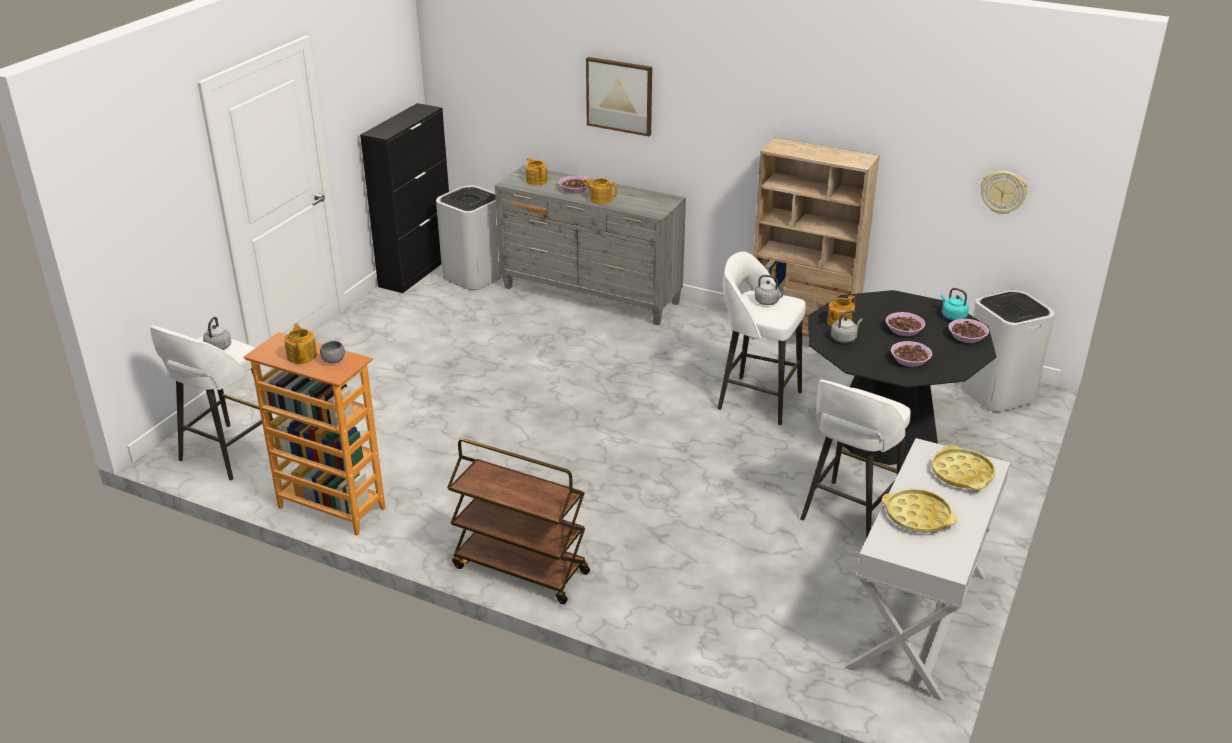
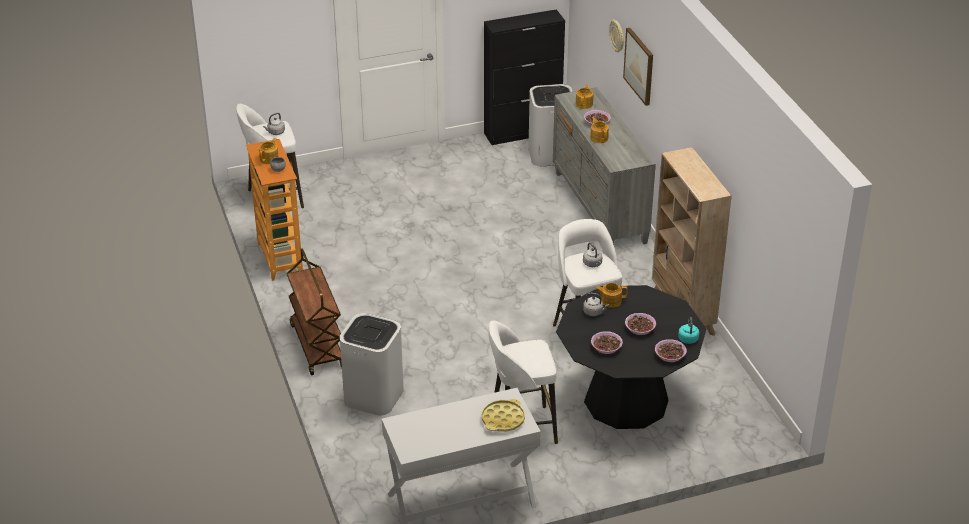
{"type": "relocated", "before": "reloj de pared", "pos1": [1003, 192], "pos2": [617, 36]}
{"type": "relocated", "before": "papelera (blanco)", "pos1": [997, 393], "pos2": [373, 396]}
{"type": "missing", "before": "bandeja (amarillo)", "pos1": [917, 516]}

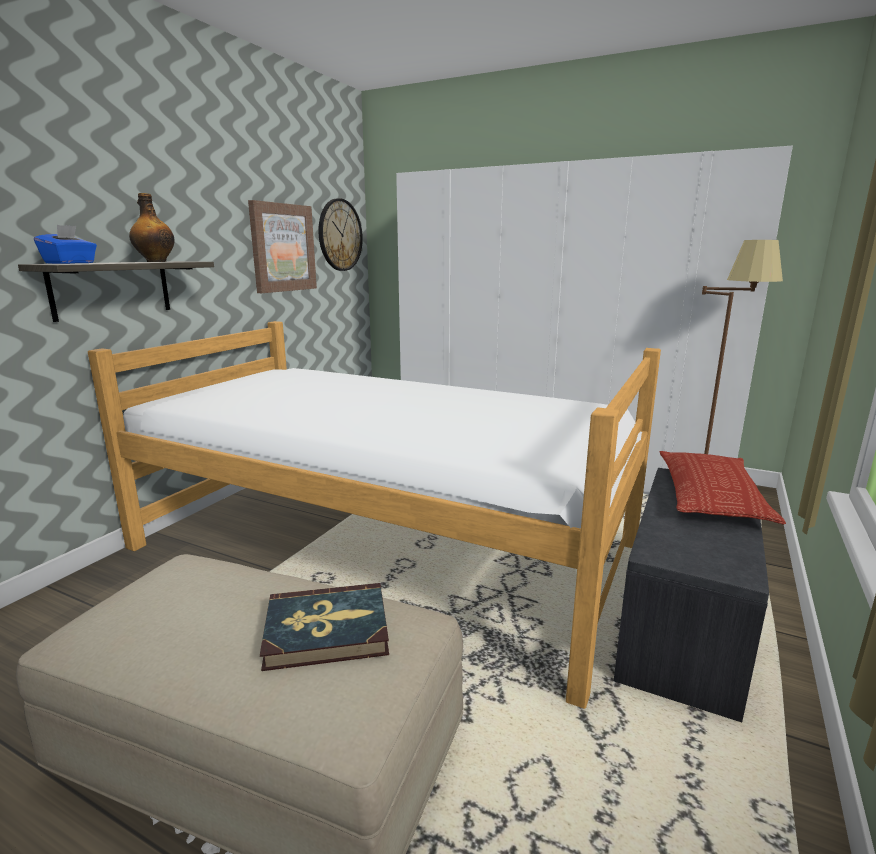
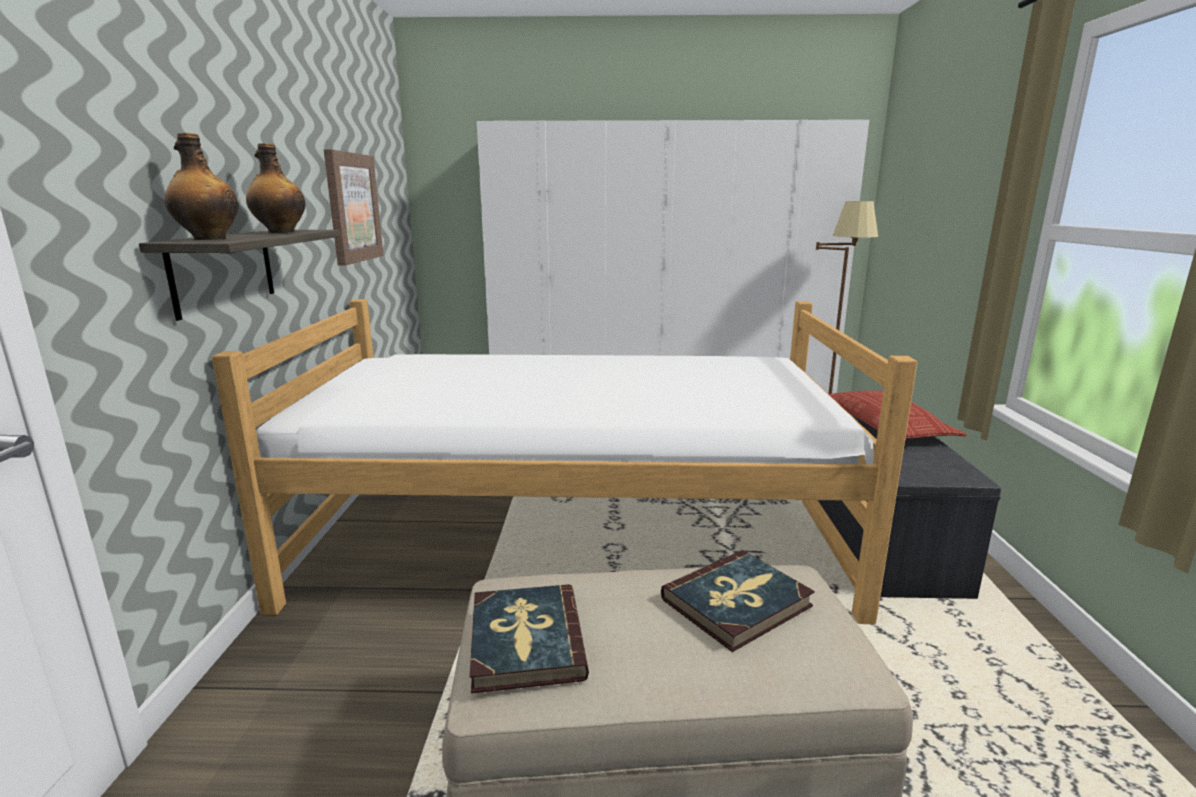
{"type": "missing", "before": "reloj de pared", "pos1": [340, 235]}
{"type": "exchanged", "before": "caja de pañuelos (azul)", "after": "botella", "pos1": [70, 263], "pos2": [208, 239]}
{"type": "appeared", "after": "libro", "pos2": [525, 641]}

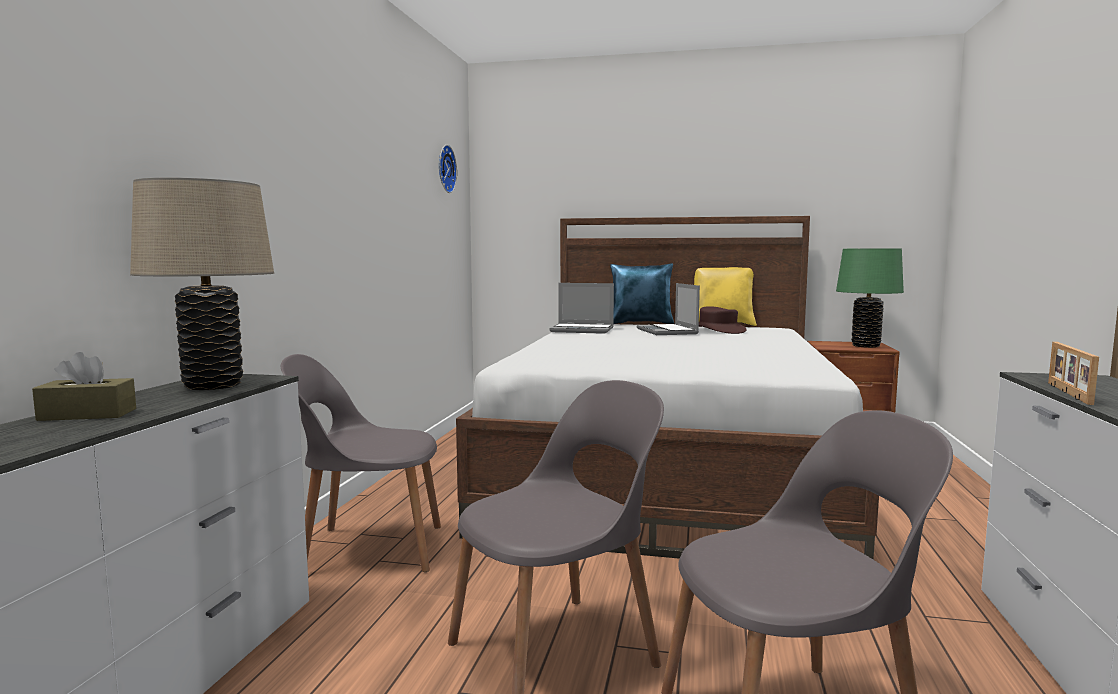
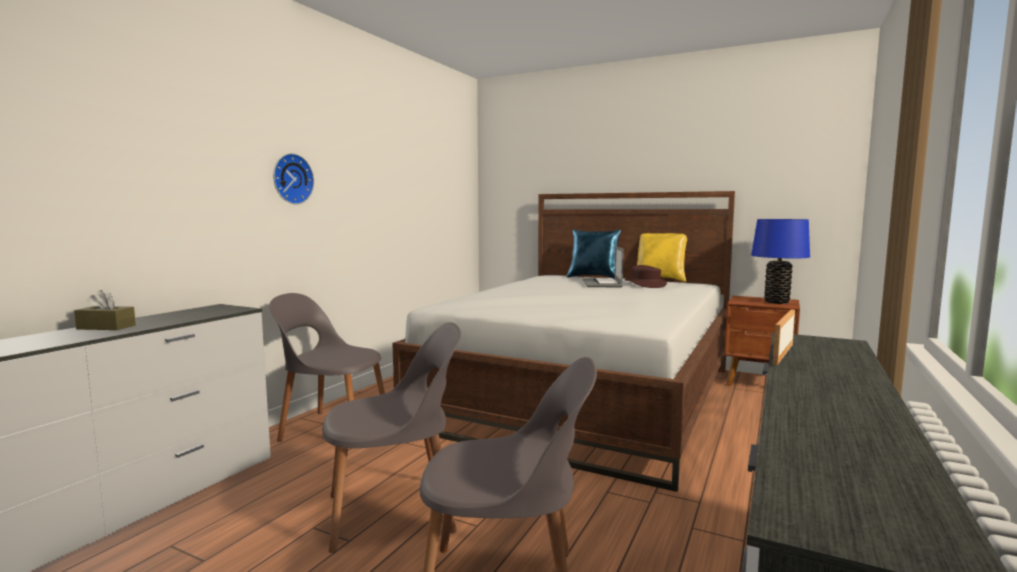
{"type": "relocated", "before": "reloj de pared", "pos1": [444, 169], "pos2": [291, 179]}
{"type": "missing", "before": "lámpara de mesa (beis)", "pos1": [213, 385]}
{"type": "colour", "before": "lámpara de mesa (verde)", "after": "lámpara de mesa (azul)", "pos1": [865, 346], "pos2": [776, 302]}
{"type": "missing", "before": "portátil", "pos1": [583, 330]}

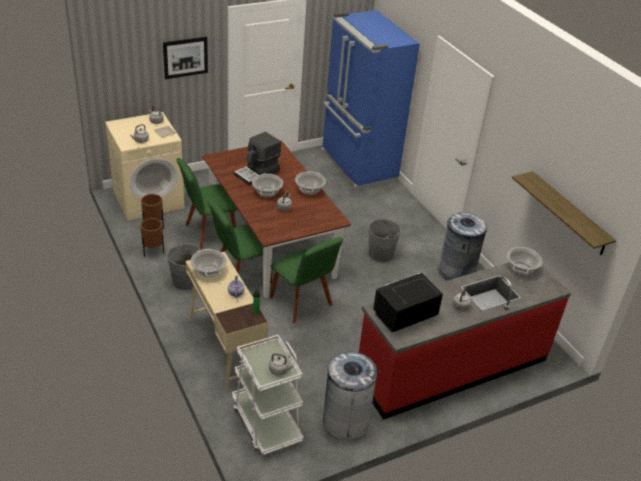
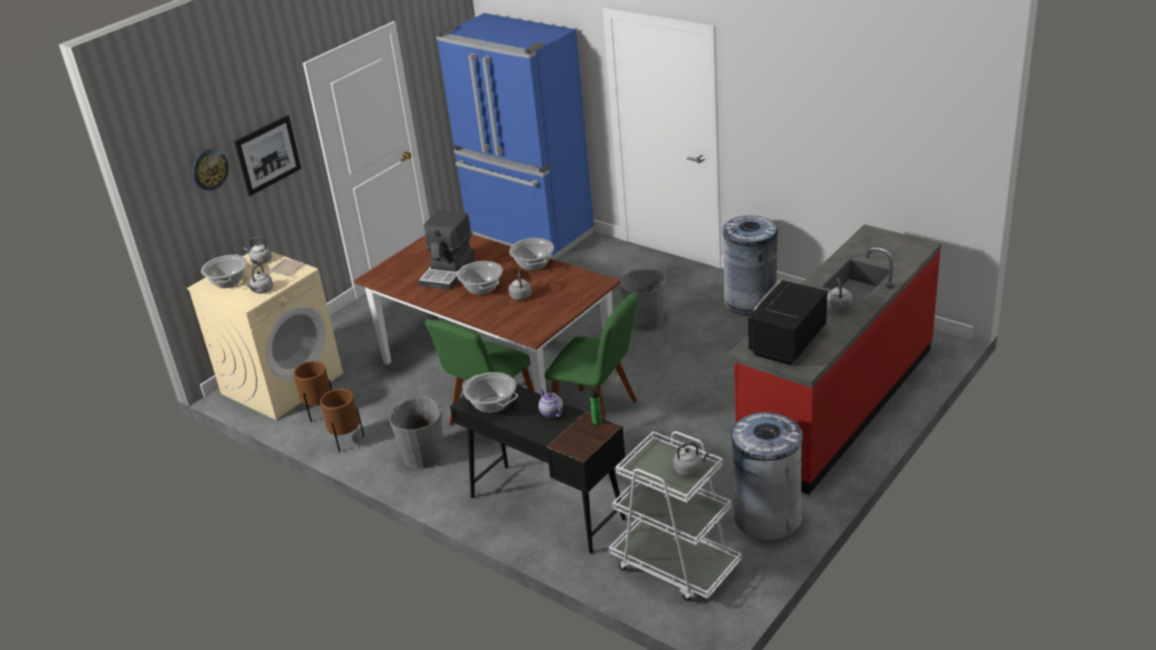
{"type": "missing", "before": "silla (verde)", "pos1": [208, 233]}
{"type": "missing", "before": "estante", "pos1": [569, 214]}
{"type": "relocated", "before": "olla", "pos1": [521, 268], "pos2": [228, 281]}
{"type": "colour", "before": "escritorio (beis)", "after": "escritorio (negro)", "pos1": [225, 347], "pos2": [546, 507]}
{"type": "appeared", "after": "reloj de pared", "pos2": [209, 169]}

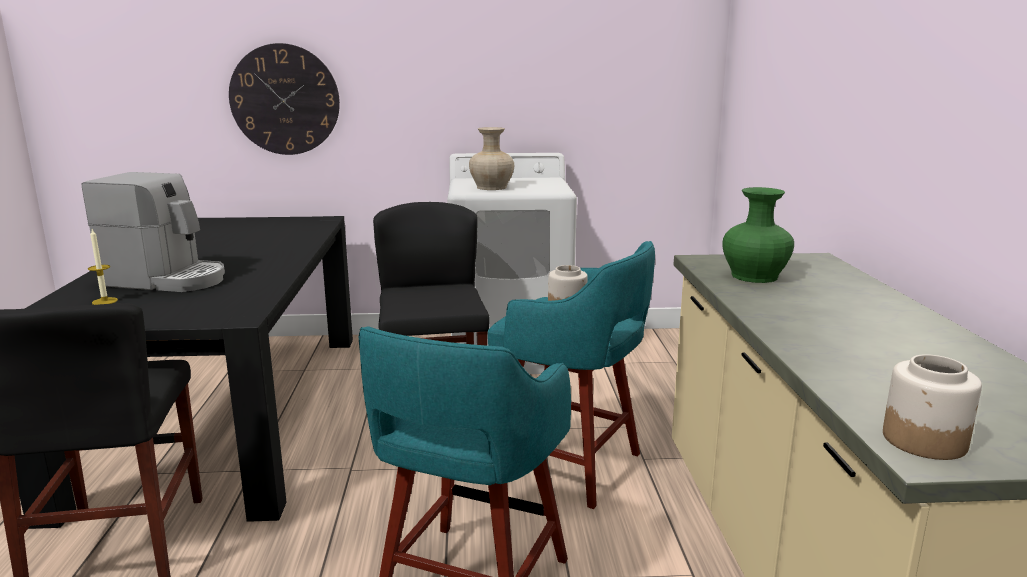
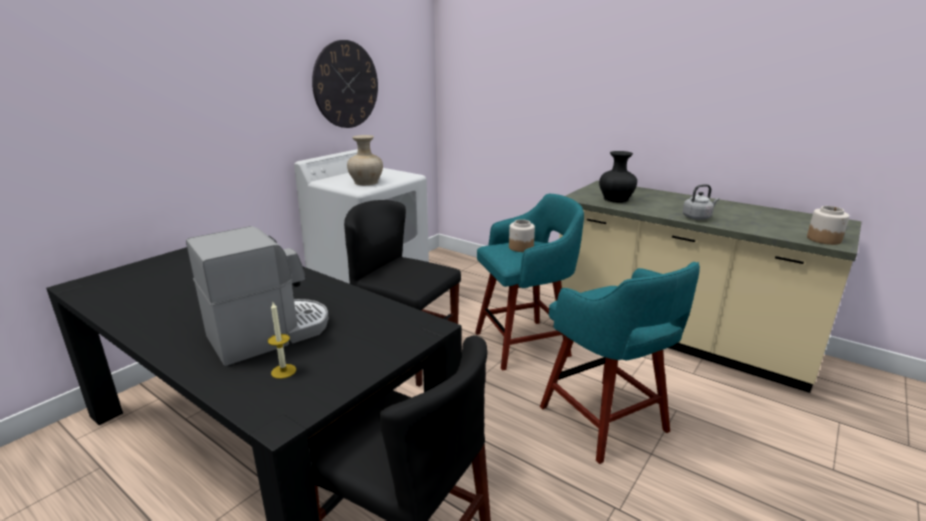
{"type": "relocated", "before": "reloj de pared", "pos1": [285, 100], "pos2": [346, 85]}
{"type": "colour", "before": "florero (verde)", "after": "florero (negro)", "pos1": [754, 276], "pos2": [615, 199]}
{"type": "appeared", "after": "hervidor (gris)", "pos2": [697, 217]}

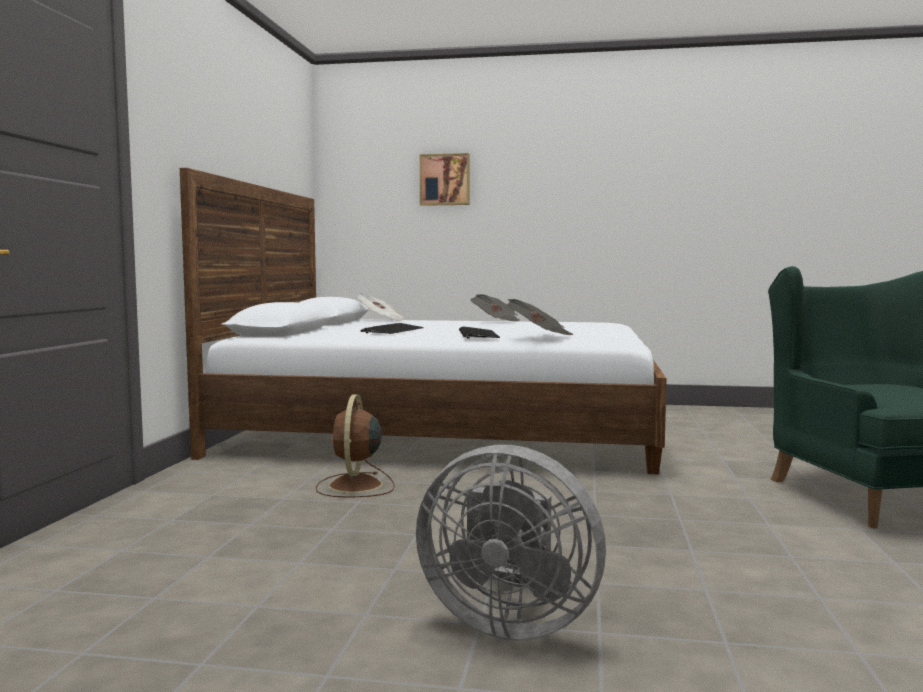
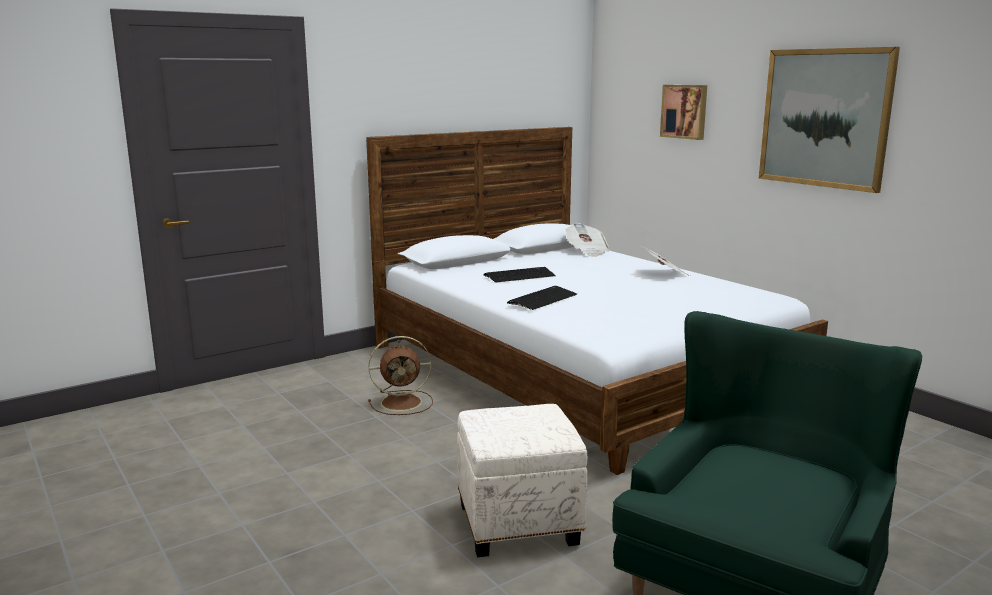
{"type": "missing", "before": "periódico", "pos1": [539, 336]}
{"type": "spun", "before": "ventilador (marrón)", "pos1": [355, 486], "pos2": [403, 402], "turn": -150}
{"type": "missing", "before": "ventilador (gris)", "pos1": [508, 622]}
{"type": "appeared", "after": "cuadro", "pos2": [824, 118]}
{"type": "appeared", "after": "puf (blanco)", "pos2": [519, 523]}

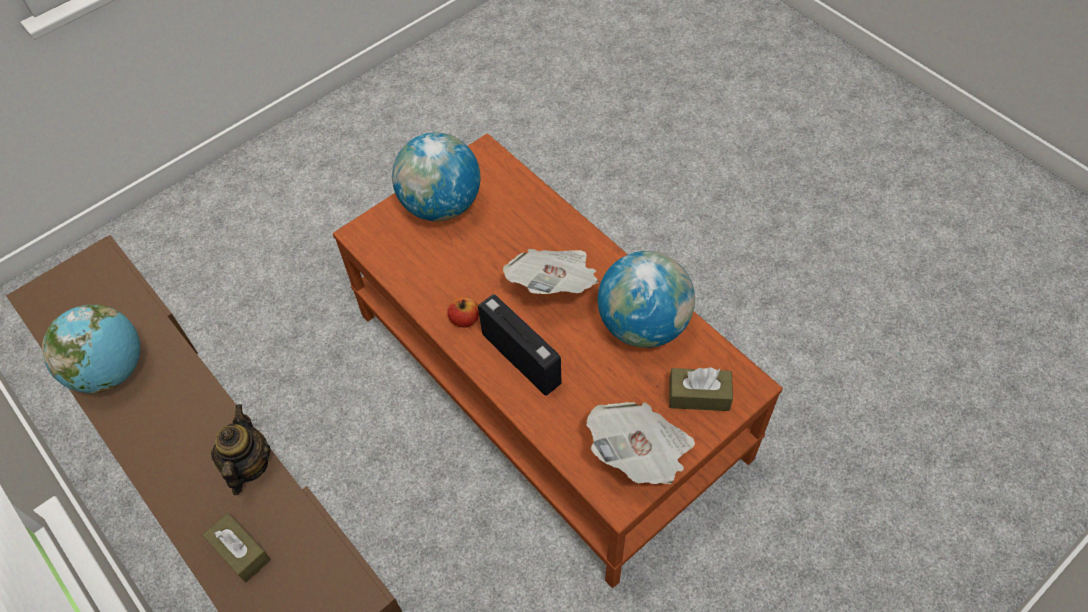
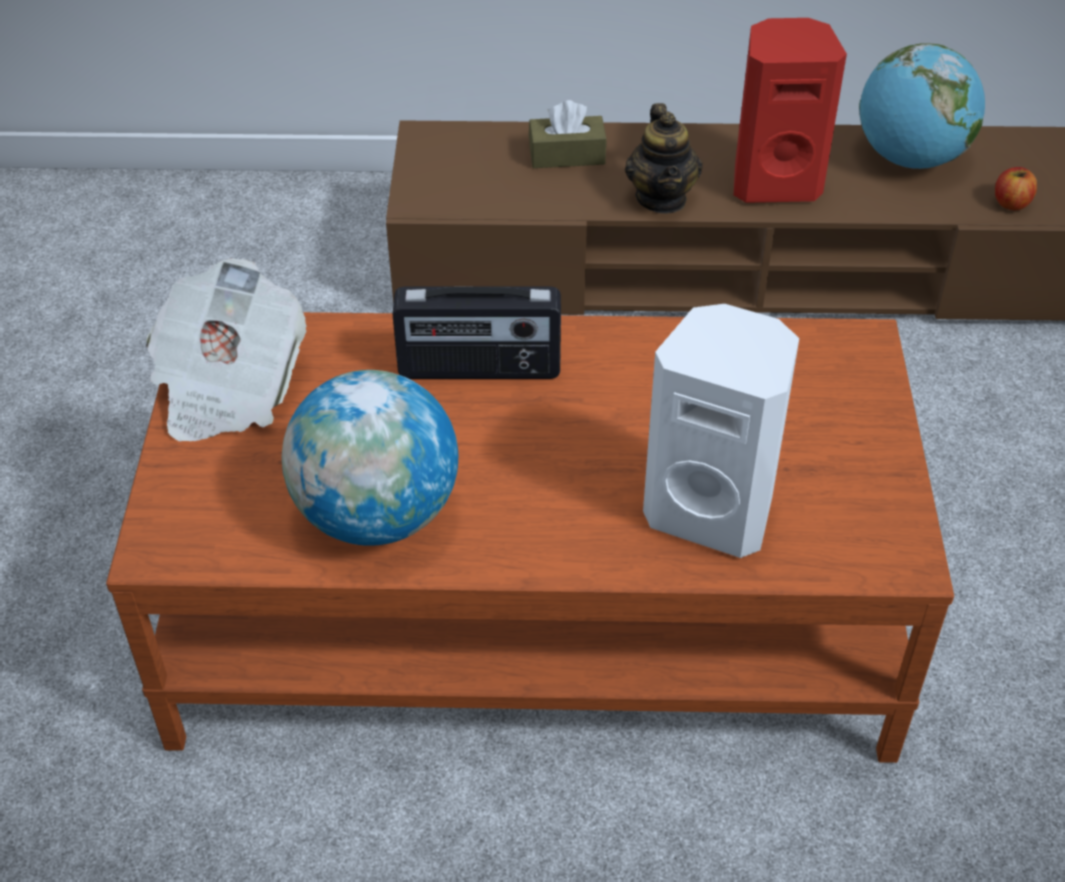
{"type": "missing", "before": "globo terráqueo", "pos1": [441, 205]}
{"type": "missing", "before": "periódico", "pos1": [554, 284]}
{"type": "relocated", "before": "manzana", "pos1": [465, 319], "pos2": [1011, 203]}
{"type": "missing", "before": "caja de pañuelos (marrón)", "pos1": [699, 395]}
{"type": "spun", "before": "tetera", "pos1": [248, 465], "pos2": [662, 198], "turn": 45}
{"type": "appeared", "after": "altavoz (rojo)", "pos2": [774, 182]}
{"type": "appeared", "after": "altavoz (blanco)", "pos2": [712, 510]}

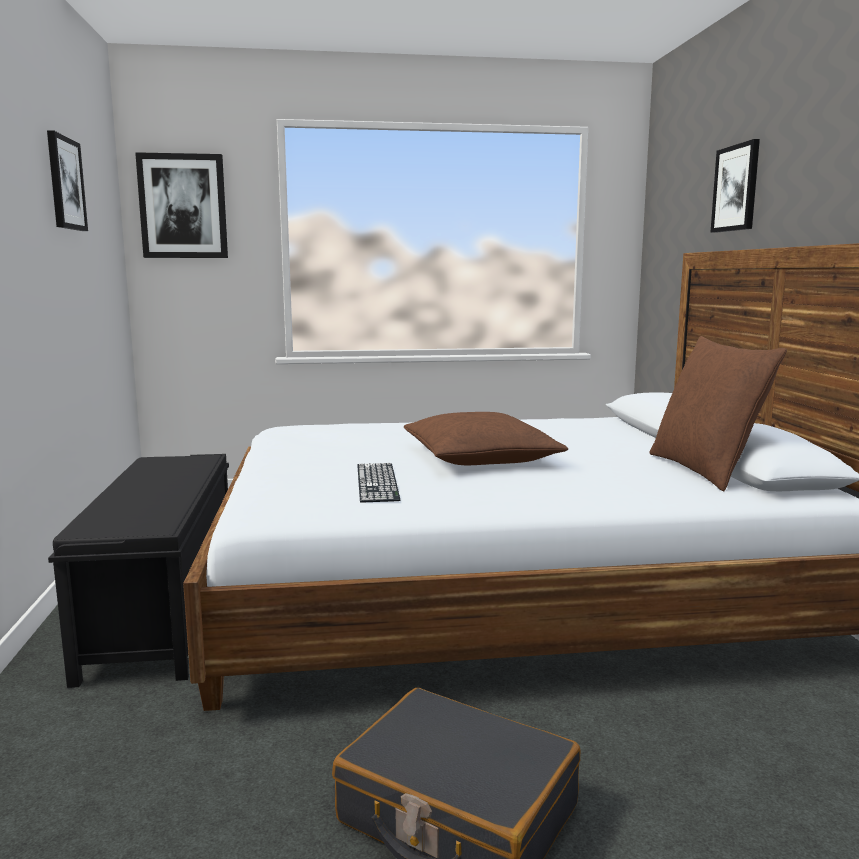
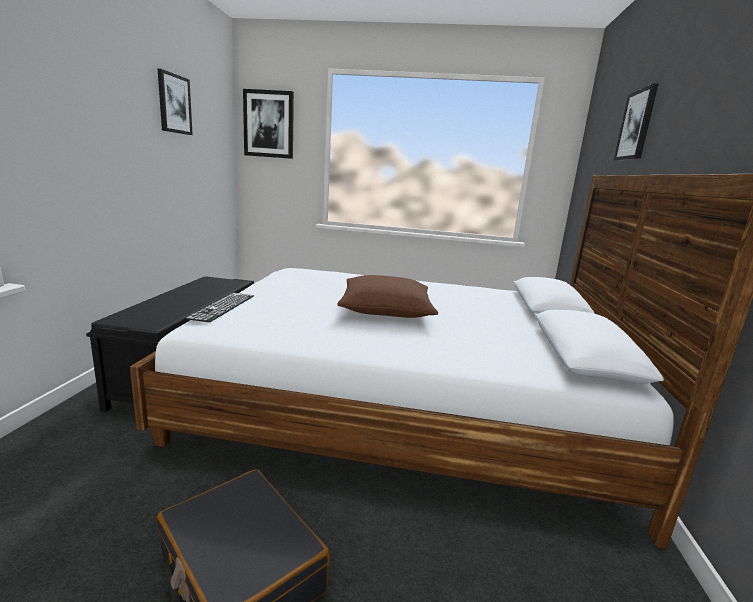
{"type": "missing", "before": "cojín (marrón)", "pos1": [705, 470]}
{"type": "relocated", "before": "teclado", "pos1": [377, 482], "pos2": [222, 306]}

